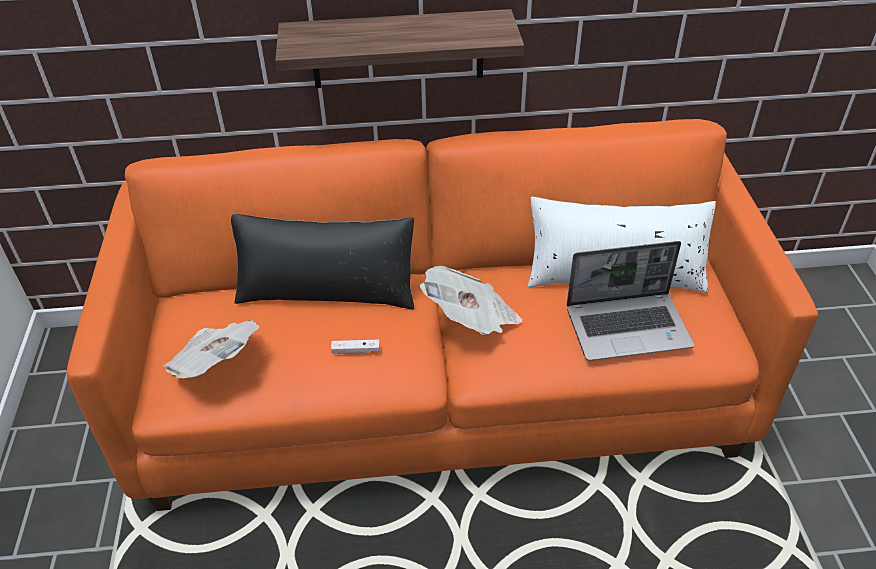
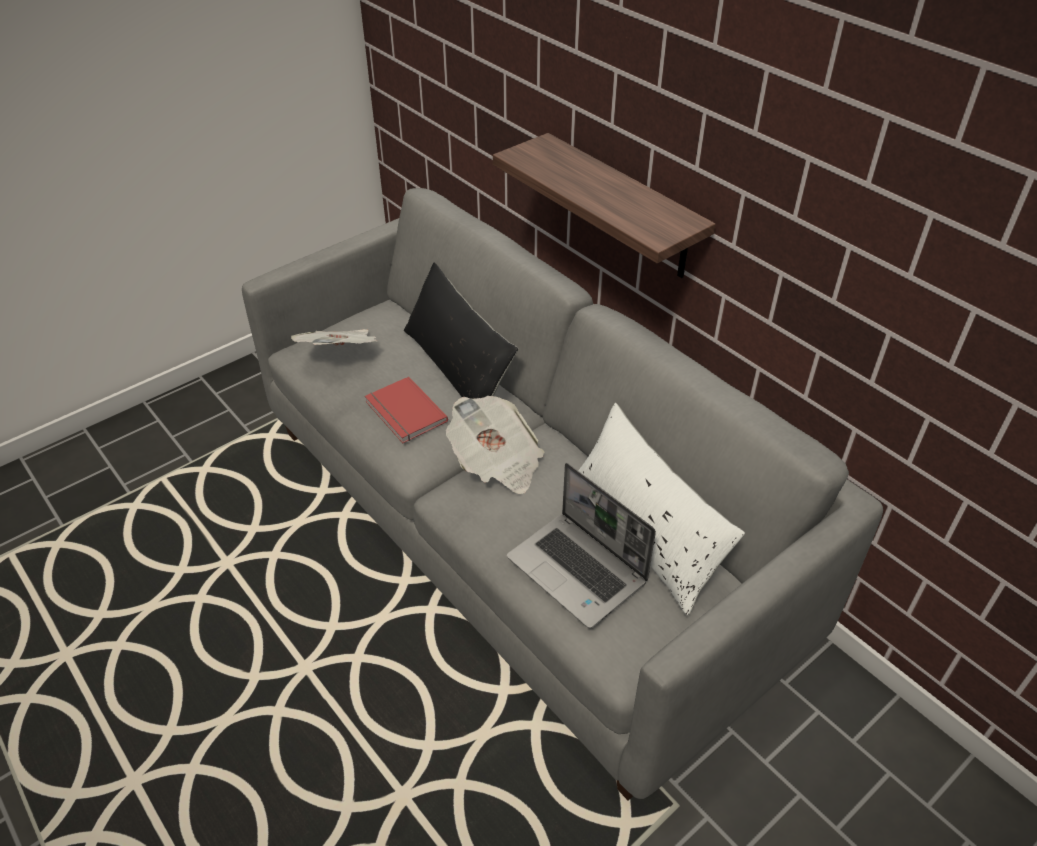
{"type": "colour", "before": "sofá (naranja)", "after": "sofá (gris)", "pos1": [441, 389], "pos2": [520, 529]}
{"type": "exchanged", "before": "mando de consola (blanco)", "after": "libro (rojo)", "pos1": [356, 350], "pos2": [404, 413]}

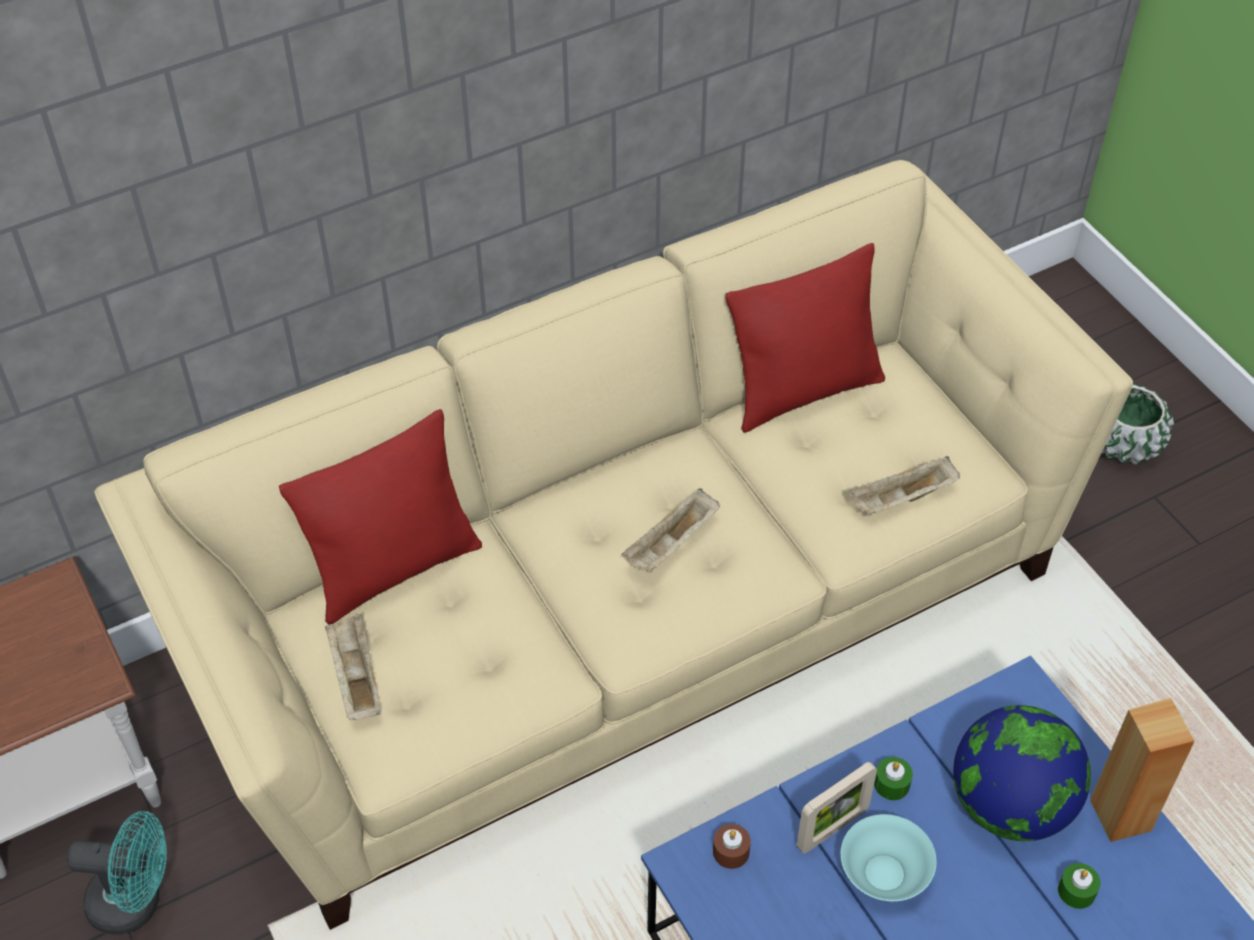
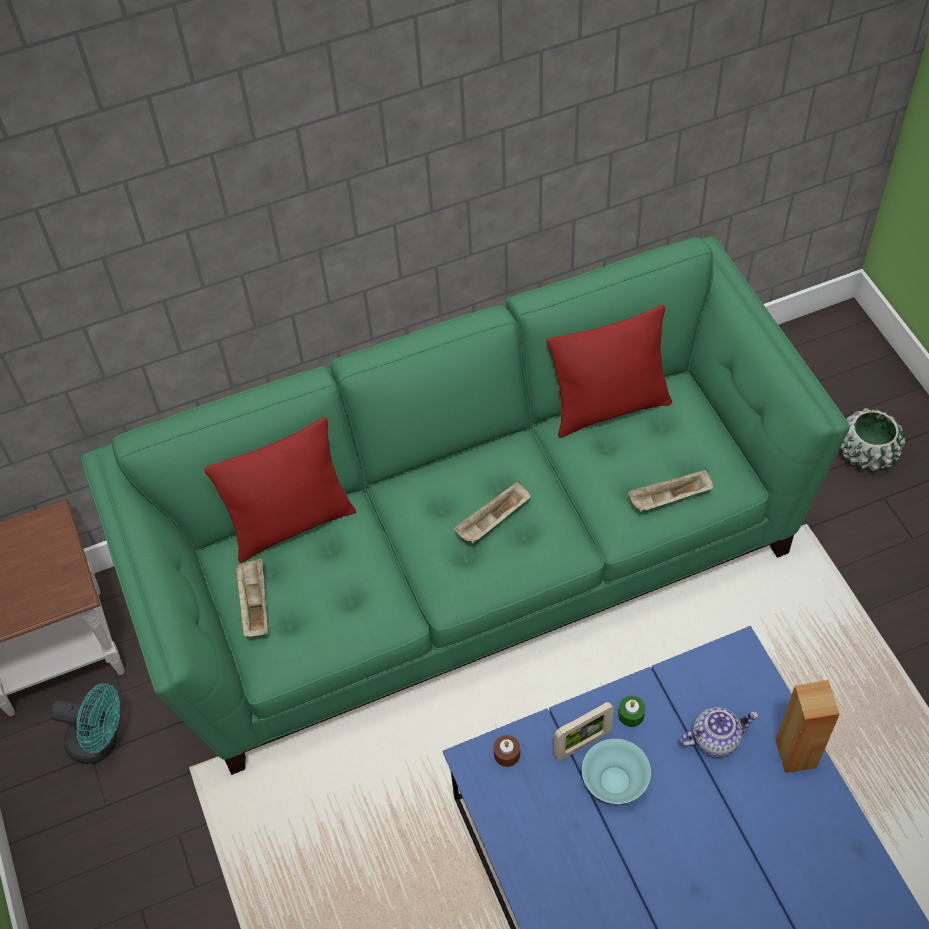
{"type": "colour", "before": "sofá (beis)", "after": "sofá (verde)", "pos1": [627, 610], "pos2": [472, 556]}
{"type": "exchanged", "before": "globo terráqueo", "after": "tetera", "pos1": [1010, 805], "pos2": [715, 738]}
{"type": "missing", "before": "vela (verde)", "pos1": [1076, 891]}

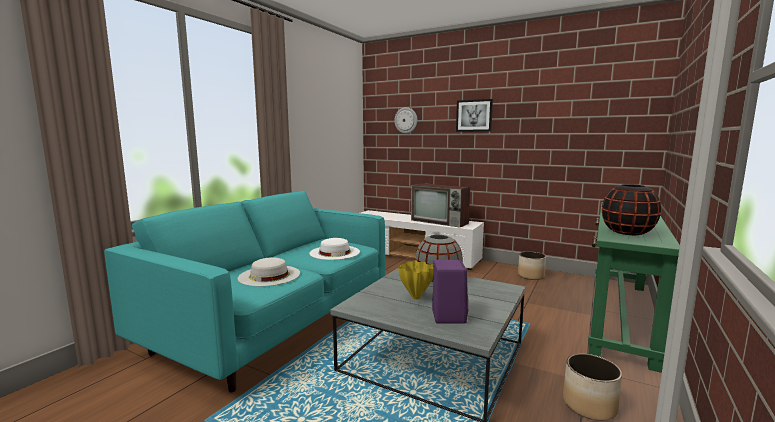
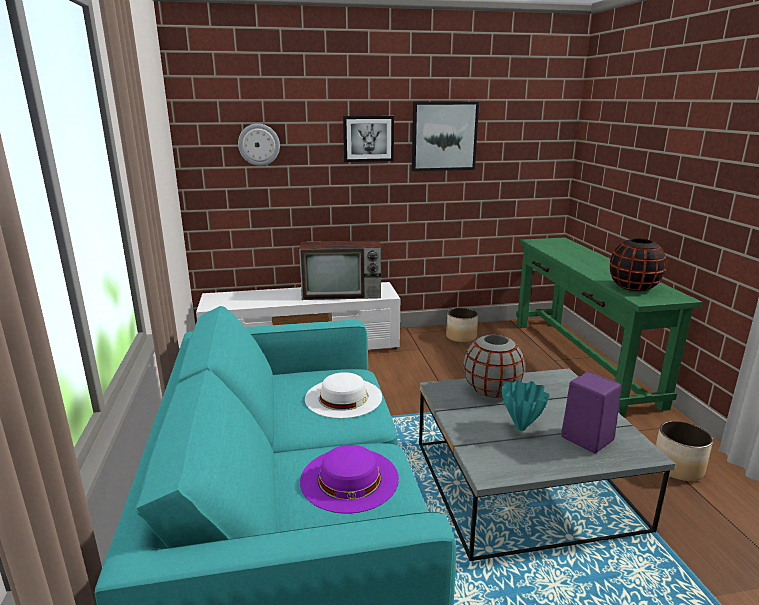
{"type": "colour", "before": "sombrero (blanco)", "after": "sombrero (morado)", "pos1": [269, 275], "pos2": [349, 479]}
{"type": "colour", "before": "florero (amarillo)", "after": "florero (turquesa)", "pos1": [416, 298], "pos2": [521, 428]}
{"type": "appeared", "after": "cuadro", "pos2": [444, 136]}

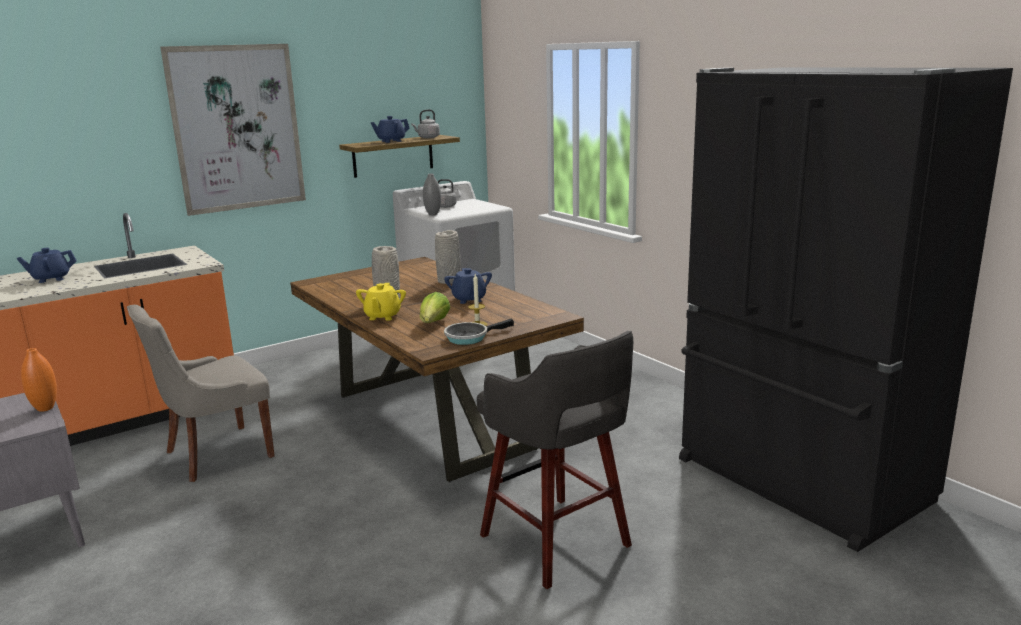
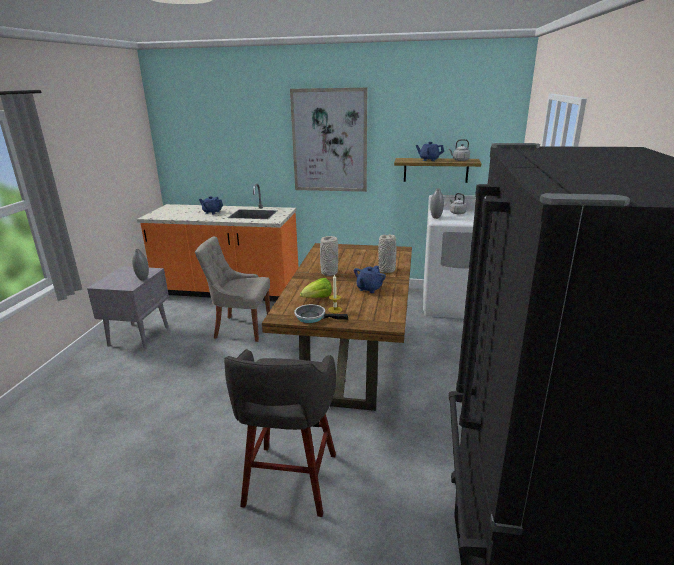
{"type": "missing", "before": "tetera (amarillo)", "pos1": [382, 316]}
{"type": "colour", "before": "florero (naranja)", "after": "florero (gris)", "pos1": [45, 408], "pos2": [143, 279]}

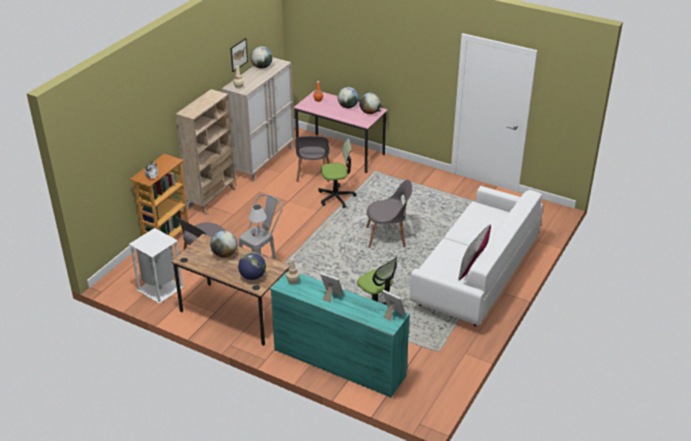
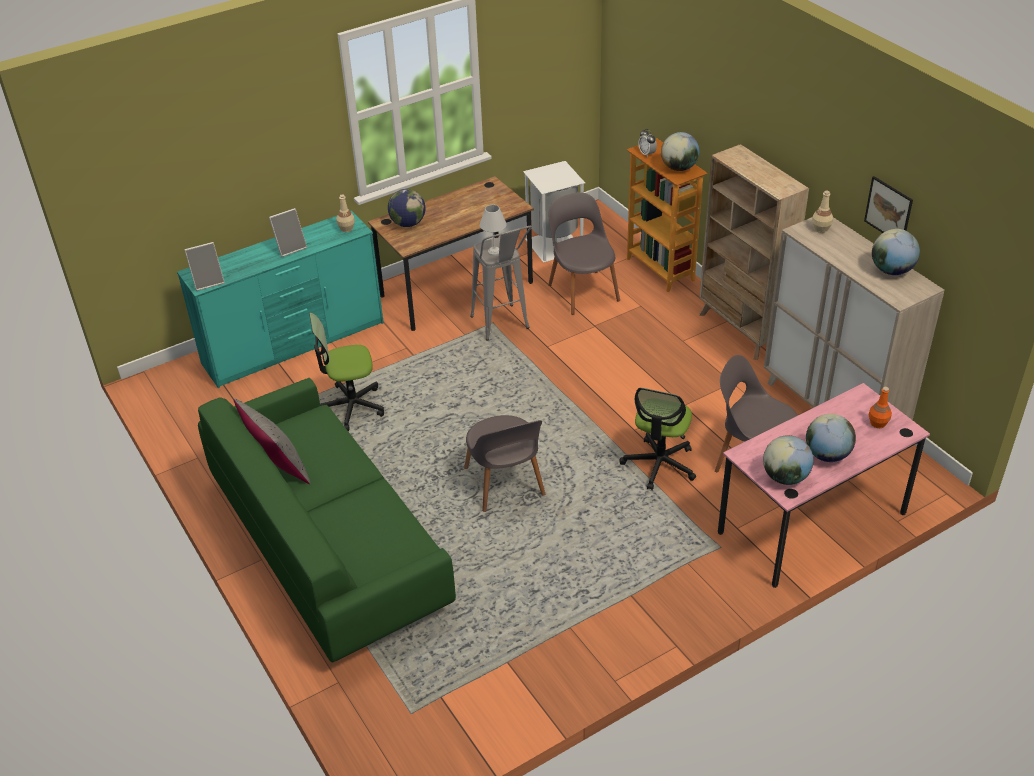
{"type": "spun", "before": "silla (gris)", "pos1": [387, 236], "pos2": [505, 484], "turn": -45}
{"type": "colour", "before": "sofá (blanco)", "after": "sofá (verde)", "pos1": [474, 274], "pos2": [330, 545]}
{"type": "relocated", "before": "globo terráqueo", "pos1": [225, 254], "pos2": [679, 168]}

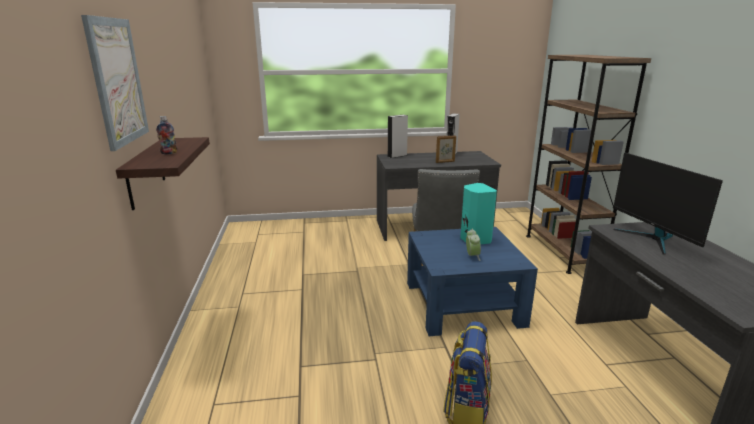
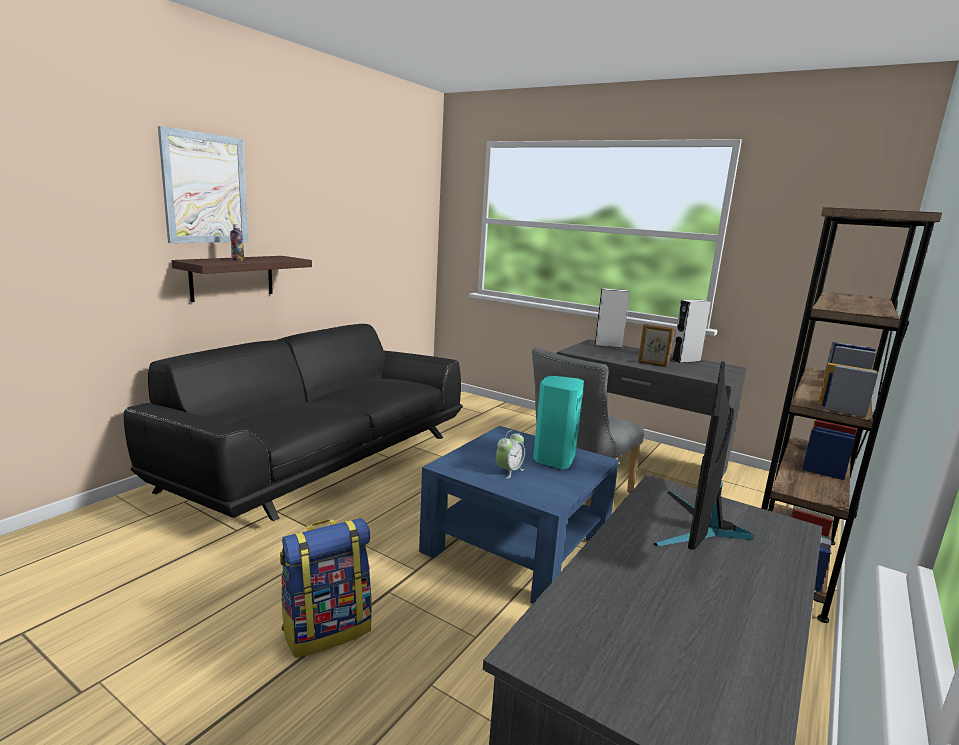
{"type": "appeared", "after": "sofá (negro)", "pos2": [320, 462]}

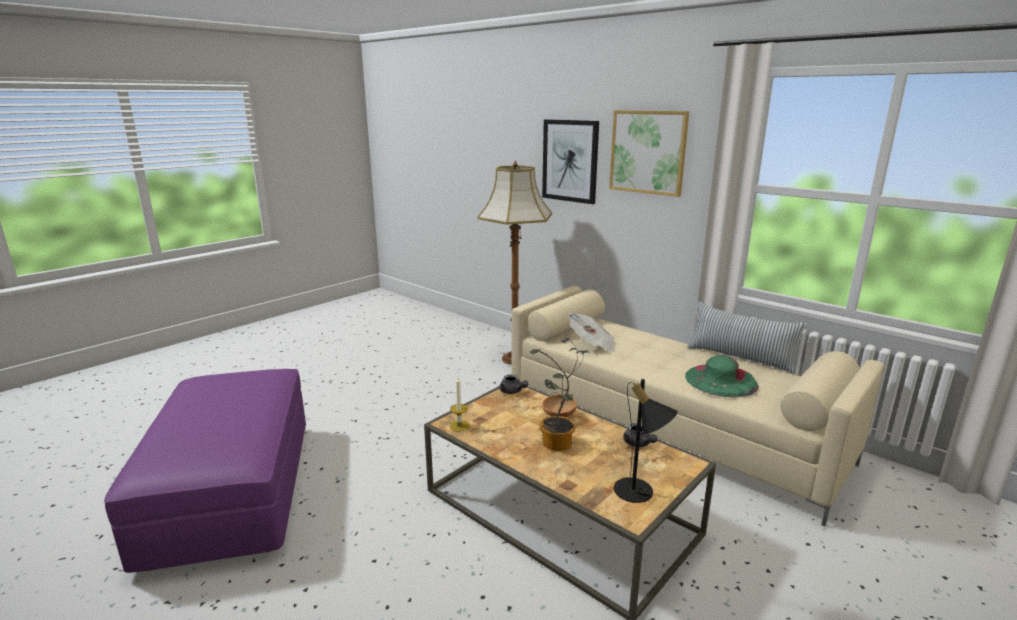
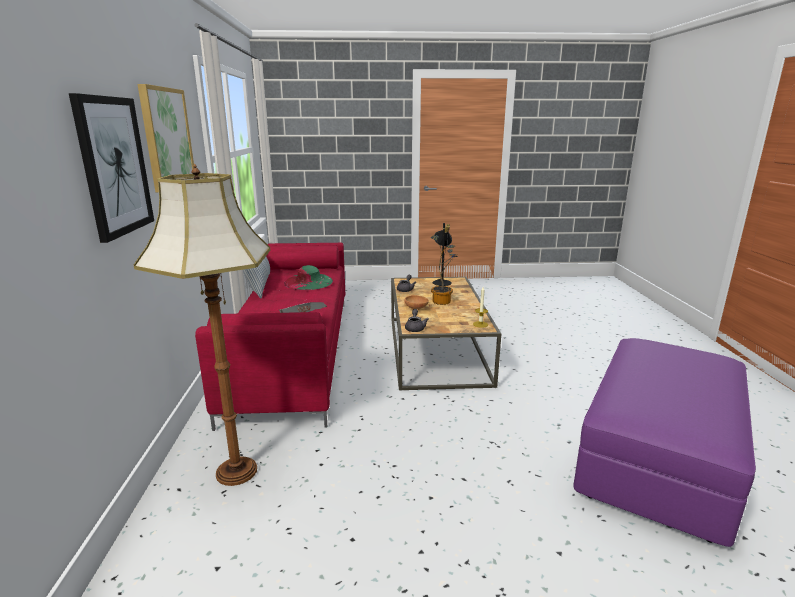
{"type": "colour", "before": "sofá (beis)", "after": "sofá (rojo)", "pos1": [668, 425], "pos2": [294, 352]}

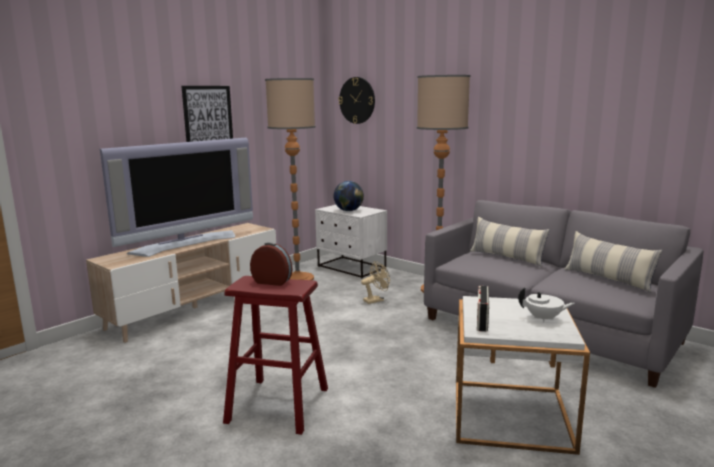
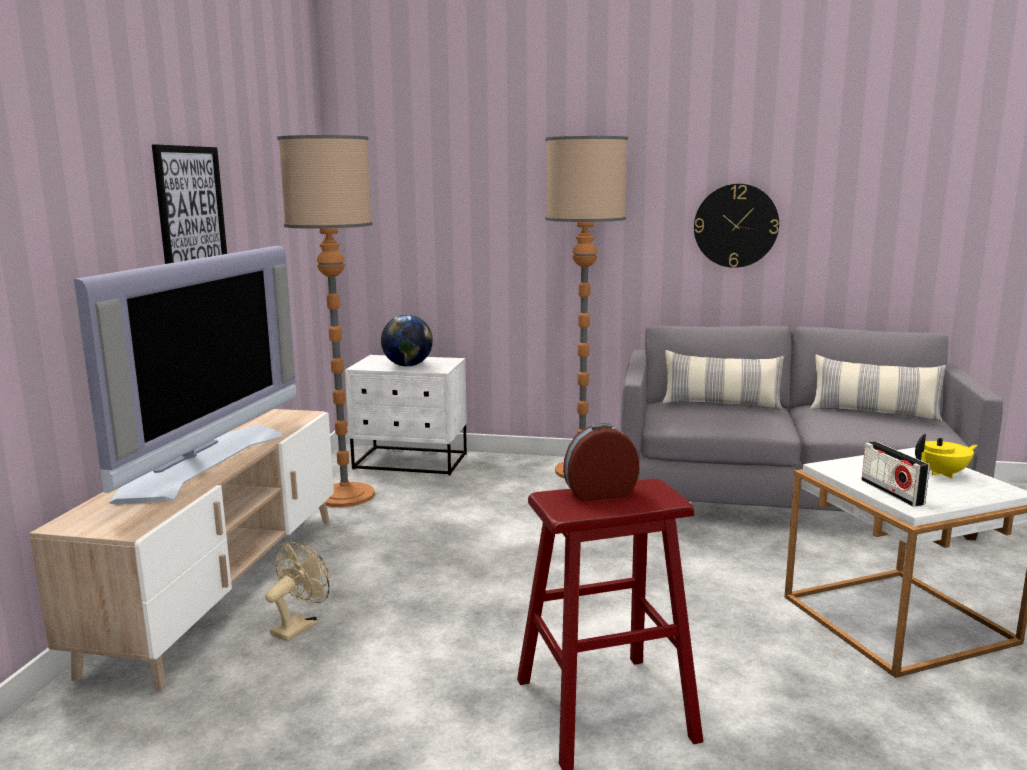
{"type": "relocated", "before": "reloj de pared", "pos1": [357, 100], "pos2": [735, 225]}
{"type": "relocated", "before": "ventilador (beis)", "pos1": [376, 300], "pos2": [299, 626]}
{"type": "colour", "before": "tetera (blanco)", "after": "tetera (amarillo)", "pos1": [543, 318], "pos2": [943, 473]}

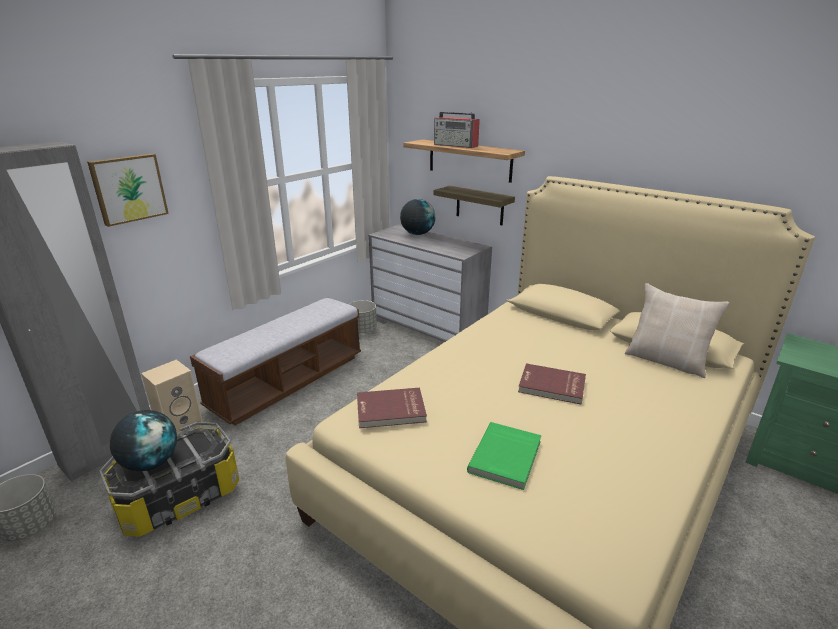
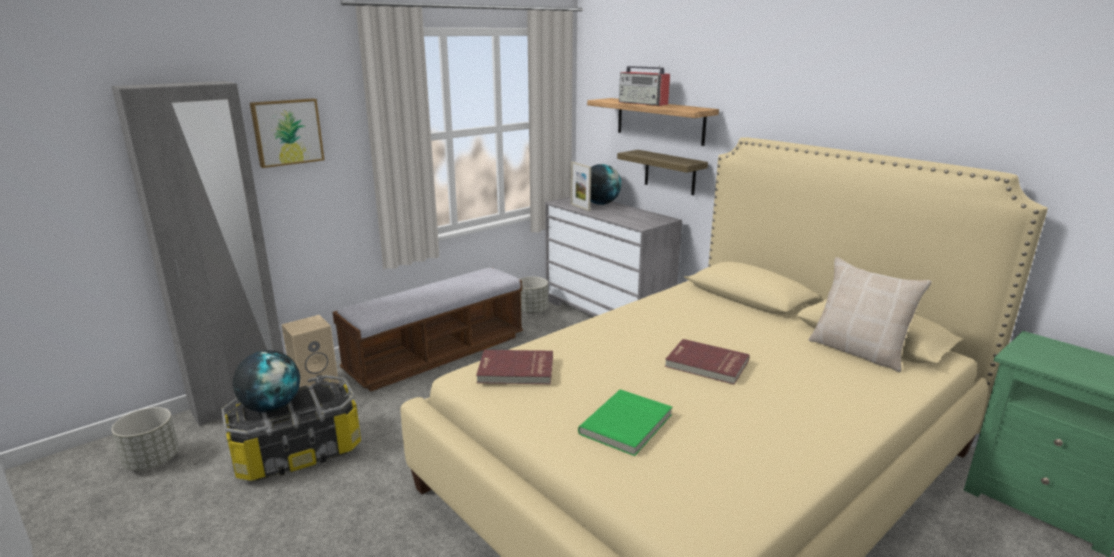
{"type": "appeared", "after": "portarretratos", "pos2": [580, 207]}

